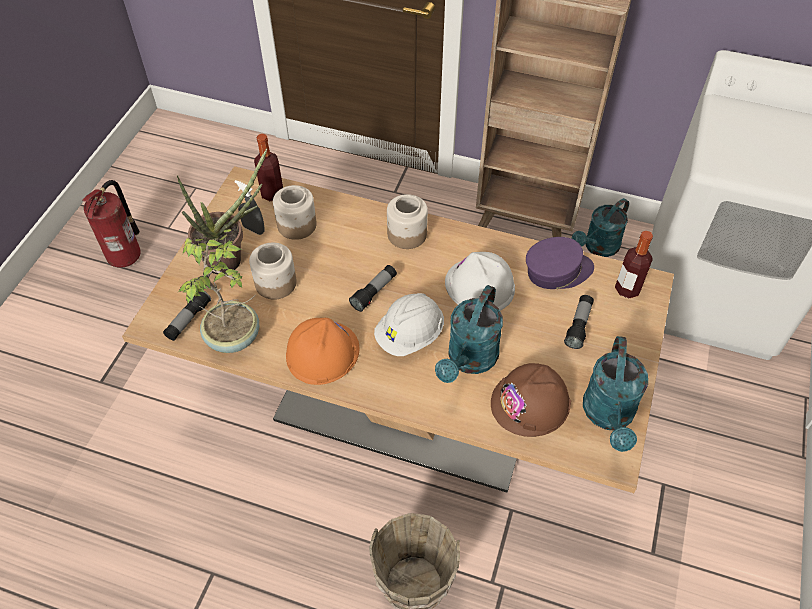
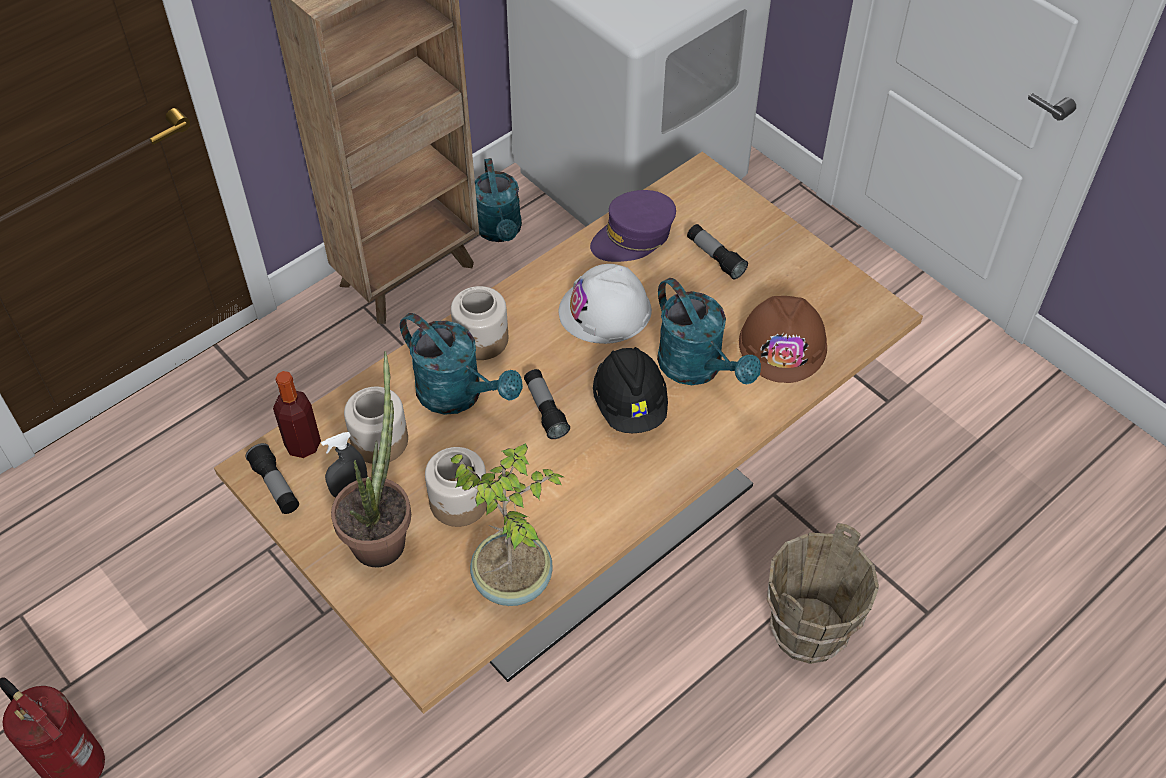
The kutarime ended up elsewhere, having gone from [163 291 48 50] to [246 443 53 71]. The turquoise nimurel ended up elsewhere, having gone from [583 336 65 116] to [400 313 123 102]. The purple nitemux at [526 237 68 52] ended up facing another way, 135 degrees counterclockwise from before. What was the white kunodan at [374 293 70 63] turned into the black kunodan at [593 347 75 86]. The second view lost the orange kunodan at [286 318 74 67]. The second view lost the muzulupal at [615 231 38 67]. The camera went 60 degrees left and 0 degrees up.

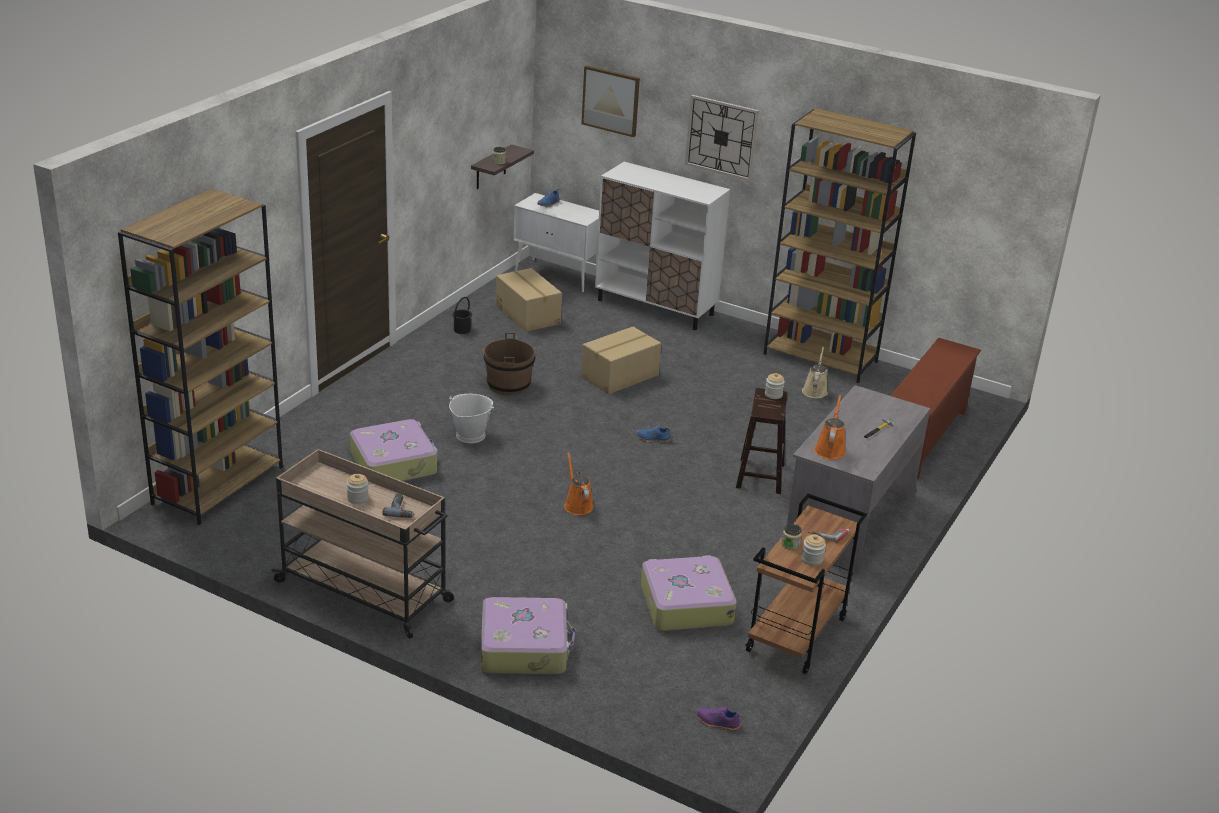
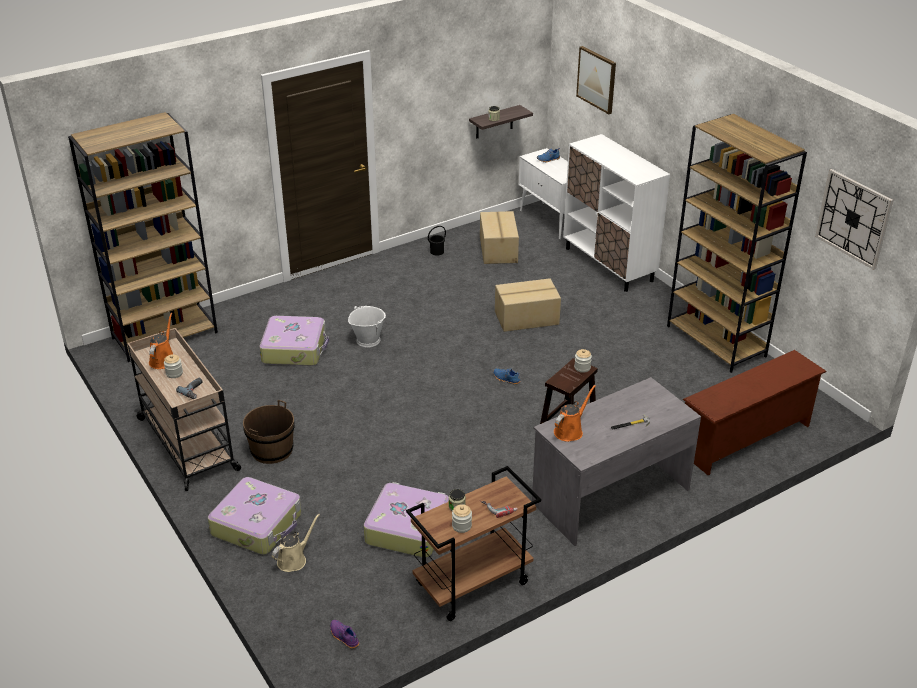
The orange nimurel ended up elsewhere, having gone from [564 453 30 62] to [149 313 24 56]. The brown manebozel ended up elsewhere, having gone from [484 332 51 64] to [243 400 52 64]. The beige nimurel ended up elsewhere, having gone from [802 347 26 51] to [272 514 48 58]. The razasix ended up elsewhere, having gone from [685 95 74 86] to [815 169 78 101]. The camera went 30 degrees right and 5 degrees up.

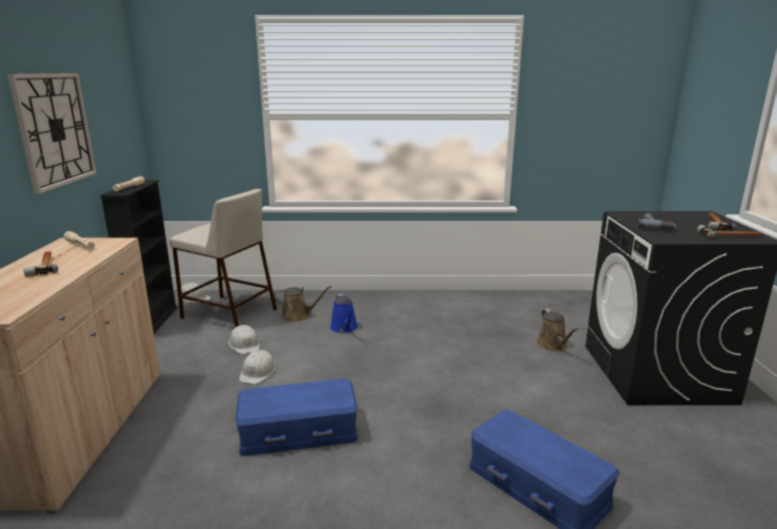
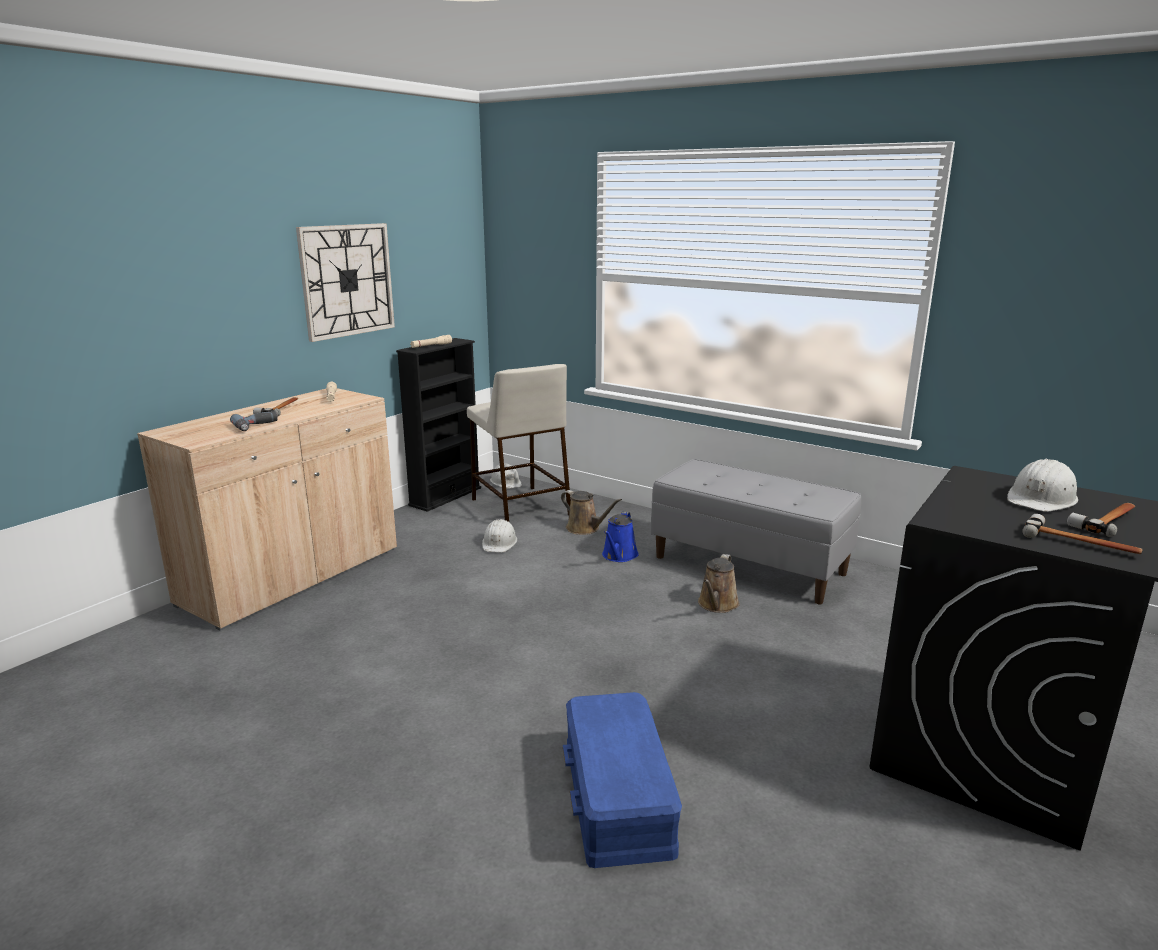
The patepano ended up elsewhere, having gone from [638 213 38 17] to [230 411 48 20]. The second view gained the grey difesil at [651 459 210 145]. The brown nimurel ended up elsewhere, having gone from [536 309 42 42] to [698 554 42 59]. The white kunodan ended up elsewhere, having gone from [239 350 37 34] to [1007 458 71 54]. The second view lost the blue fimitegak at [235 379 123 77]. The camera went 35 degrees right and 0 degrees up.

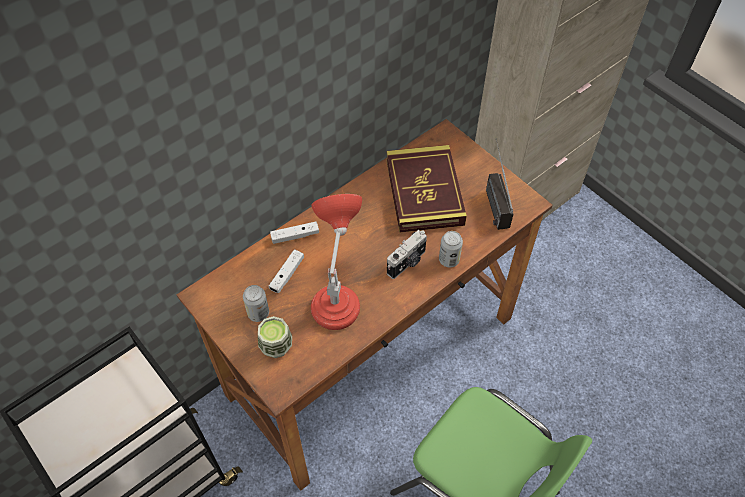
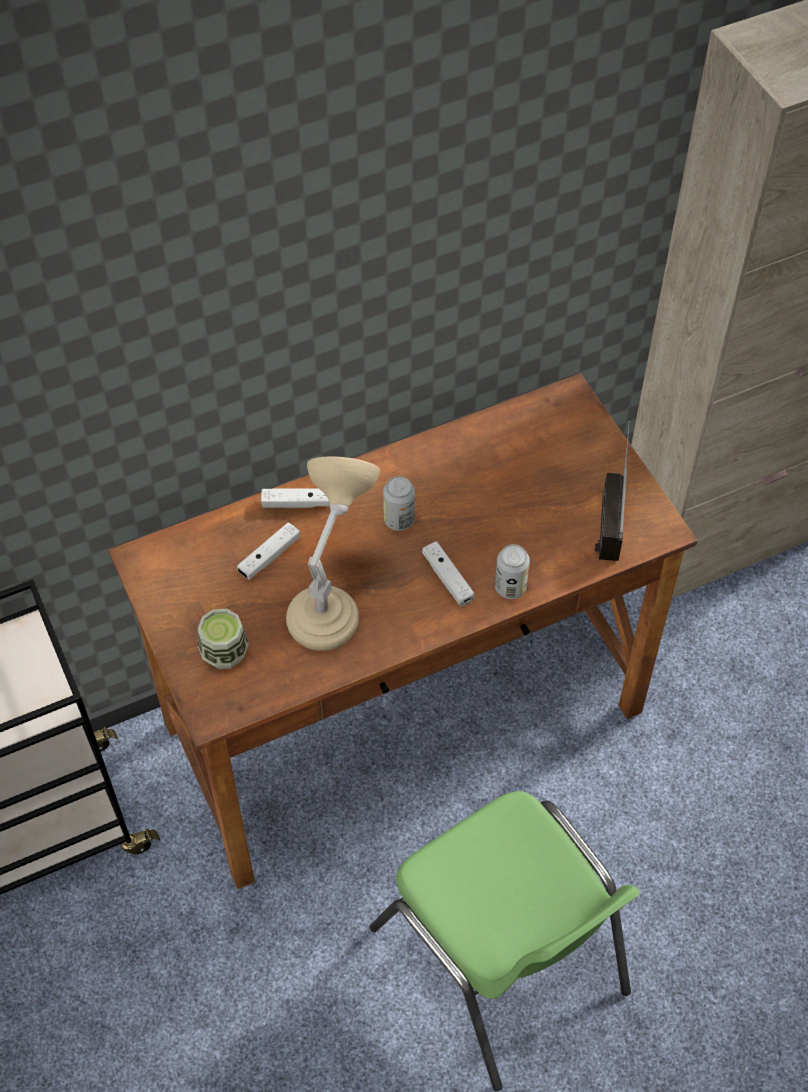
What was the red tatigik at [311 194 51 136] turned into the beige tatigik at [286 457 94 194]. The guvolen ended up elsewhere, having gone from [243 285 26 37] to [383 476 32 55]. Where the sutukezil stood at [387 230 40 49], the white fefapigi came to stand at [422 541 53 65]. The second view lost the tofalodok at [386 145 81 88]. The camera went 15 degrees right and 0 degrees up.

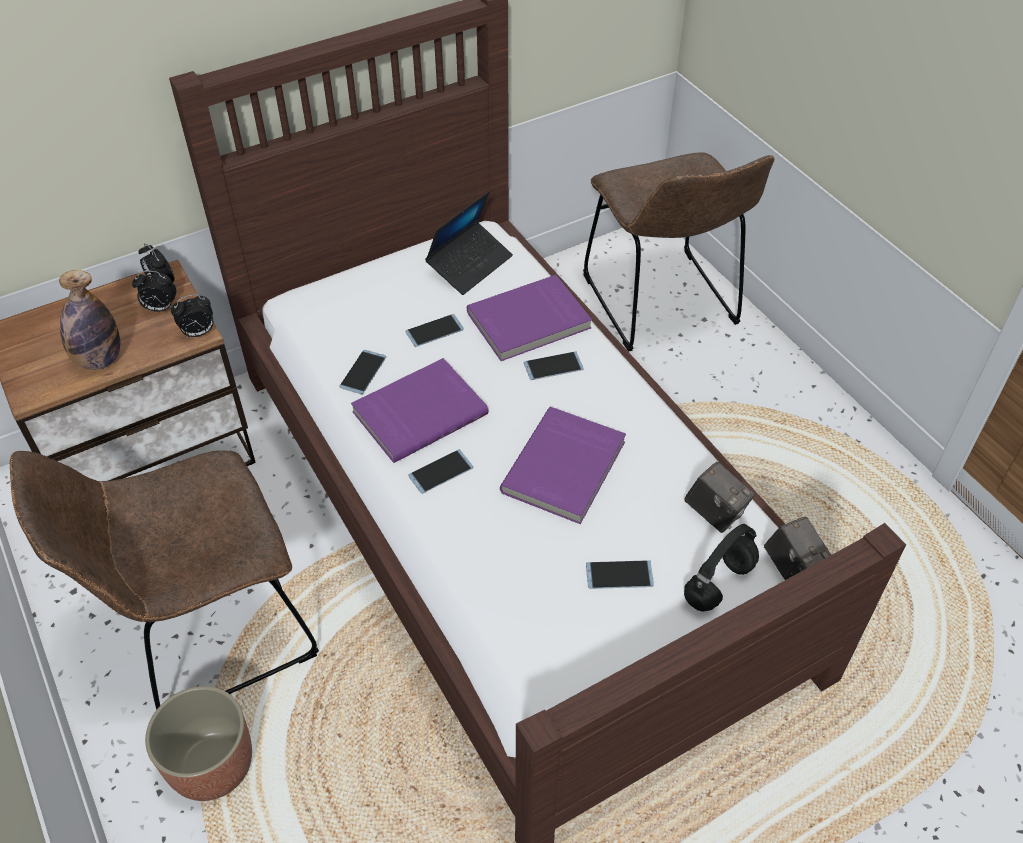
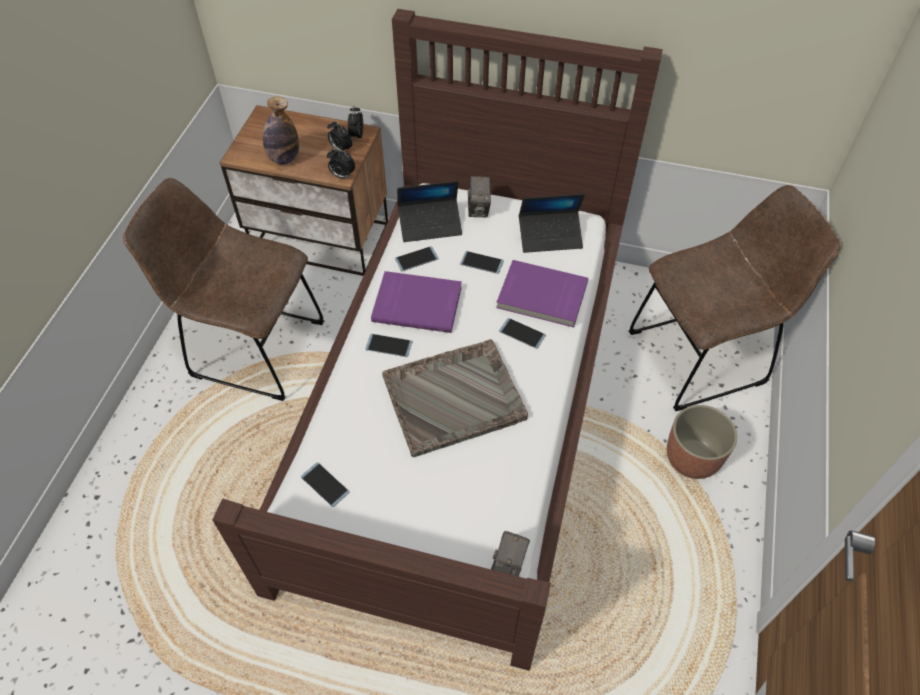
The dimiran ended up elsewhere, having gone from [586 560 68 29] to [301 462 49 45]. Where the purple tofalodok stood at [500 407 126 117], the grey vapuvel came to stand at [382 339 146 118]. The second view gained the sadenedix at [397 181 65 61]. The sutukezil ended up elsewhere, having gone from [684 462 71 71] to [468 176 23 41]. The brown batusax at [583 152 191 200] ended up facing another way, 135 degrees counterclockwise from before. The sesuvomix ended up elsewhere, having gone from [145 686 107 115] to [667 405 70 74]. The second view lost the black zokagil at [684 524 75 87]. The camera went 45 degrees right and 5 degrees up.

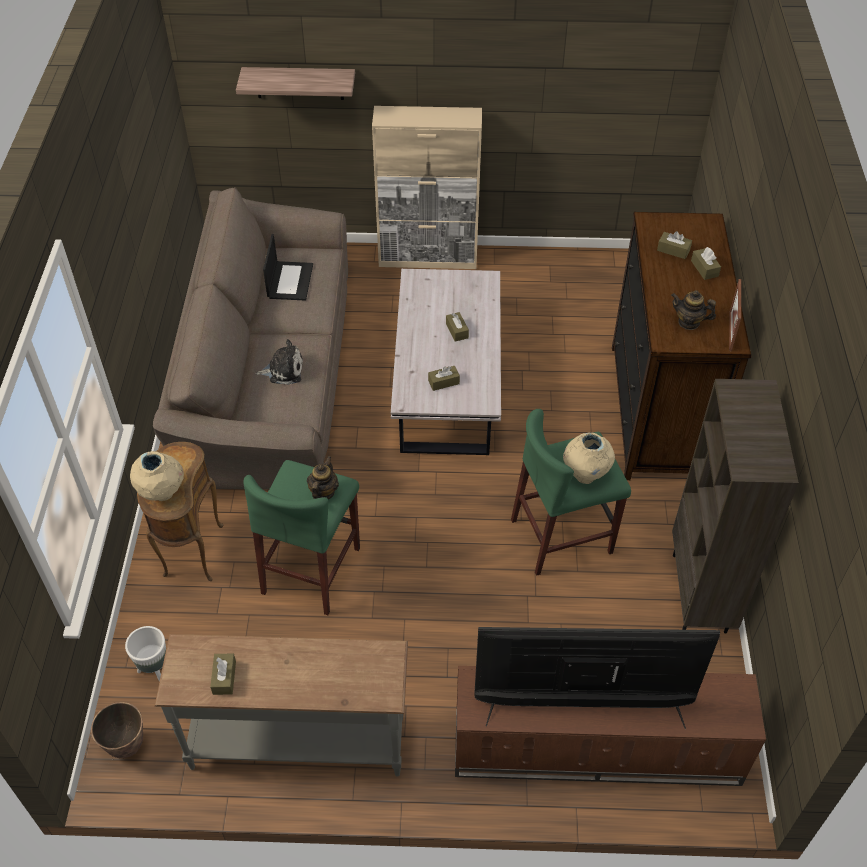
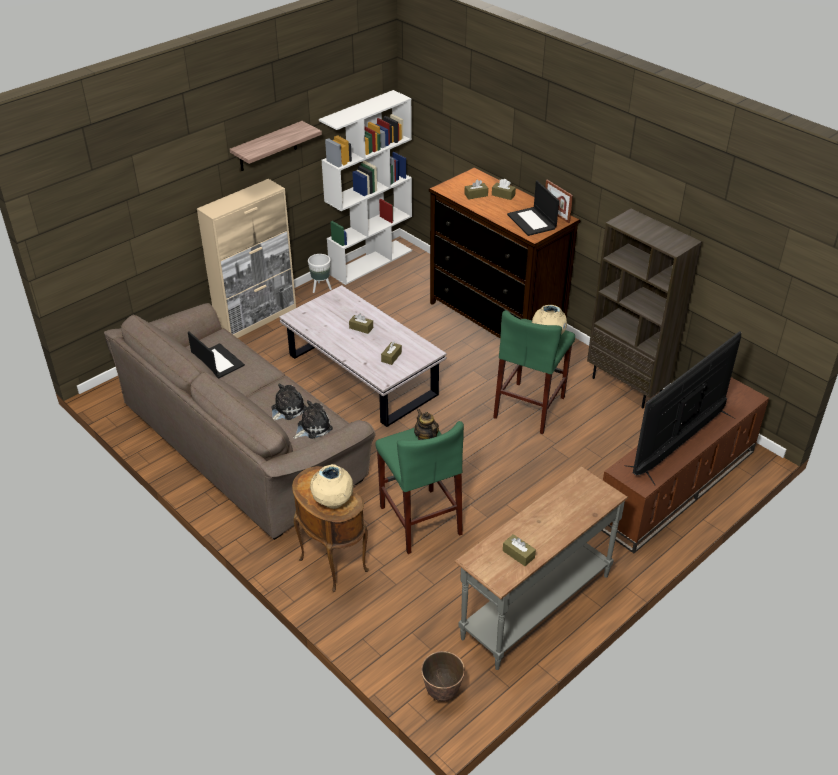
The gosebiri ended up elsewhere, having gone from [236 67 119 33] to [230 121 92 50]. The second view gained the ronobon at [293 400 40 39]. The white sesuvomix ended up elsewhere, having gone from [125 626 41 56] to [308 254 24 39]. The second view gained the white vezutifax at [319 90 93 195]. Where the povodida stood at [671 290 45 40], the sadenedix came to stand at [507 180 52 56]. The camera went 45 degrees left and 10 degrees down.

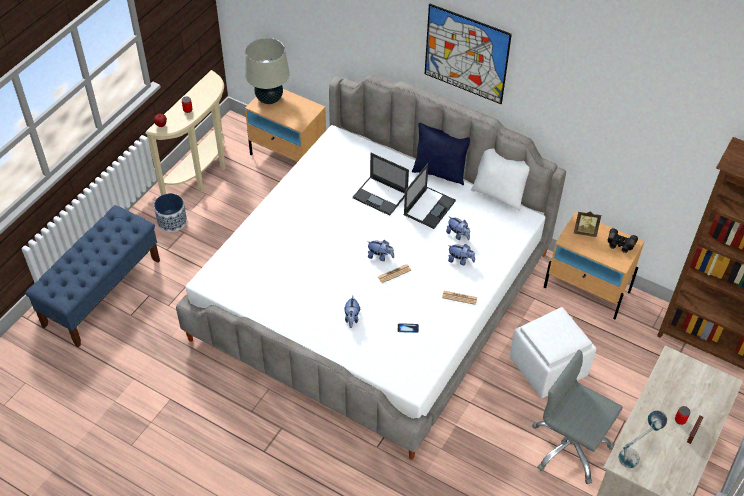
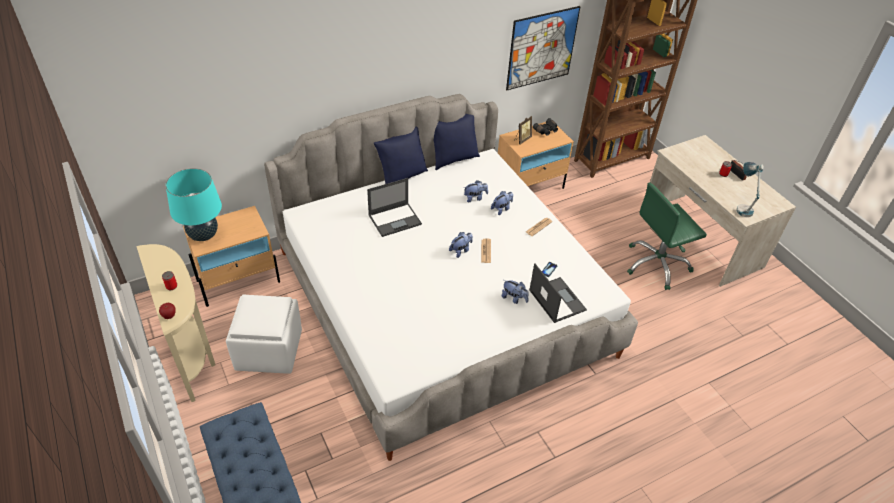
What was the beige tatigik at [245 38 45 66] turned into the turquoise tatigik at [165 168 57 73]. The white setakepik ended up elsewhere, having gone from [510 307 87 91] to [226 294 76 80]. What was the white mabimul at [471 149 58 62] turned into the blue mabimul at [434 114 46 56]. The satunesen ended up elsewhere, having gone from [425 4 87 100] to [506 6 75 84]. The sadenedix ended up elsewhere, having gone from [403 163 53 66] to [529 263 58 60]. What was the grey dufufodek at [532 349 91 135] turned into the green dufufodek at [627 183 80 107]. The second view lost the sesuvomix at [154 193 33 39]. The camera went 60 degrees left and 5 degrees down.

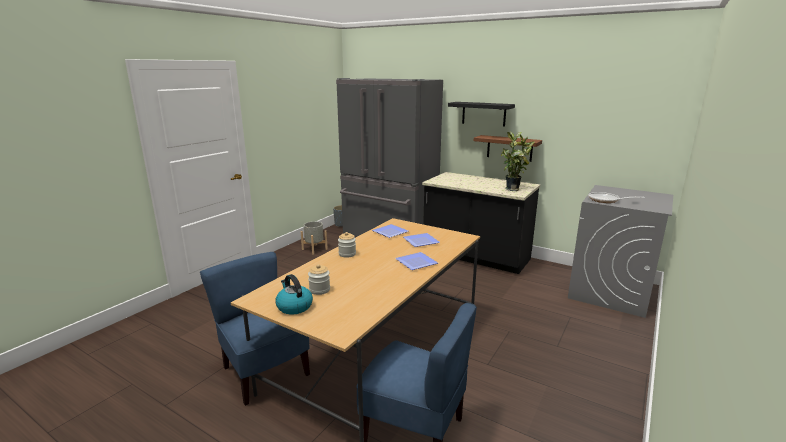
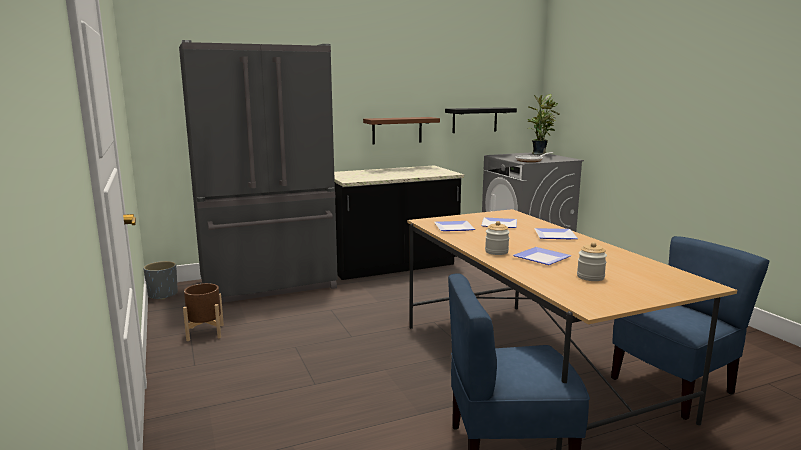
What was the grey sesuvomix at [301 221 27 34] turned into the brown sesuvomix at [183 283 41 58]. The black gosebiri ended up elsewhere, having gone from [448 102 67 25] to [445 107 72 26]. The second view gained the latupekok at [513 247 58 18]. The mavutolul ended up elsewhere, having gone from [501 131 33 60] to [527 94 32 61]. The second view lost the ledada at [275 274 38 40]. The camera went 55 degrees left and 5 degrees down.

